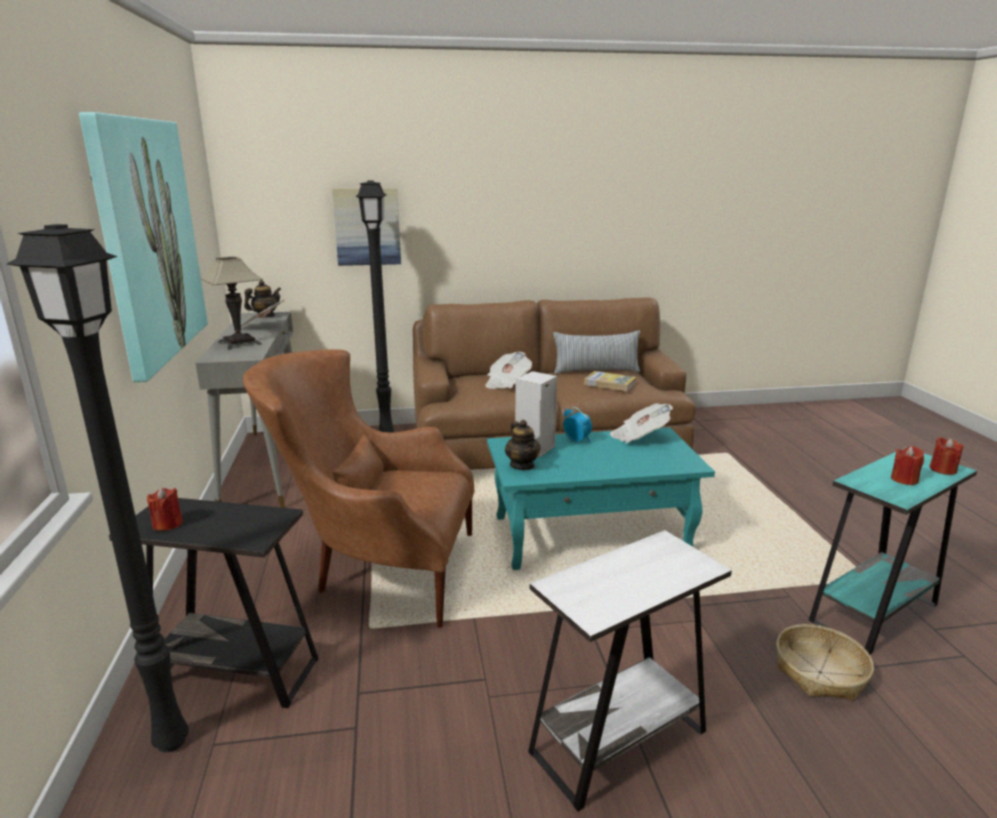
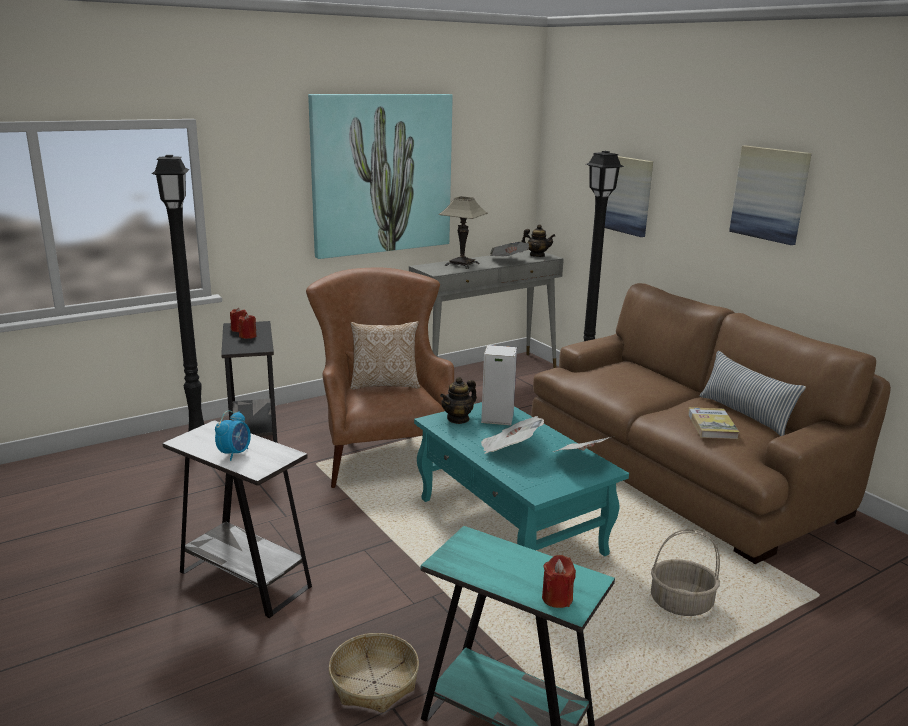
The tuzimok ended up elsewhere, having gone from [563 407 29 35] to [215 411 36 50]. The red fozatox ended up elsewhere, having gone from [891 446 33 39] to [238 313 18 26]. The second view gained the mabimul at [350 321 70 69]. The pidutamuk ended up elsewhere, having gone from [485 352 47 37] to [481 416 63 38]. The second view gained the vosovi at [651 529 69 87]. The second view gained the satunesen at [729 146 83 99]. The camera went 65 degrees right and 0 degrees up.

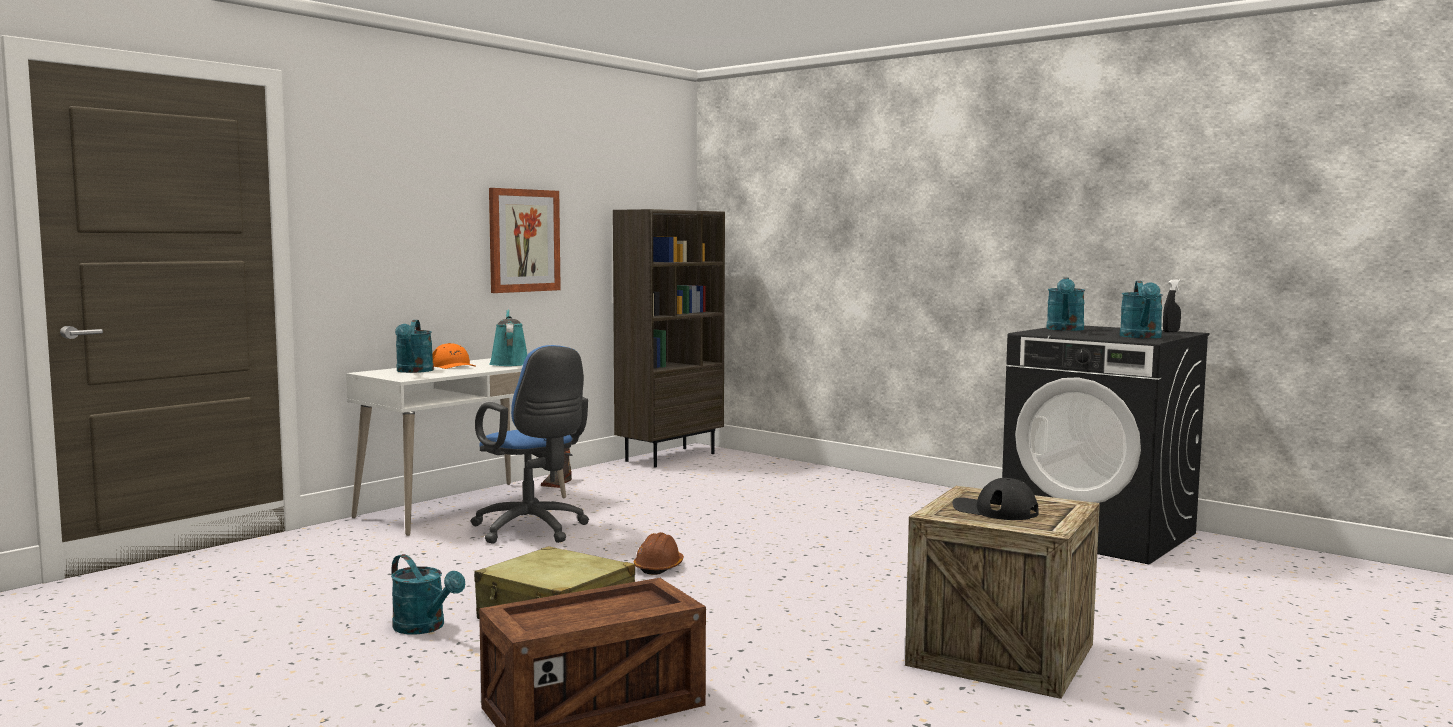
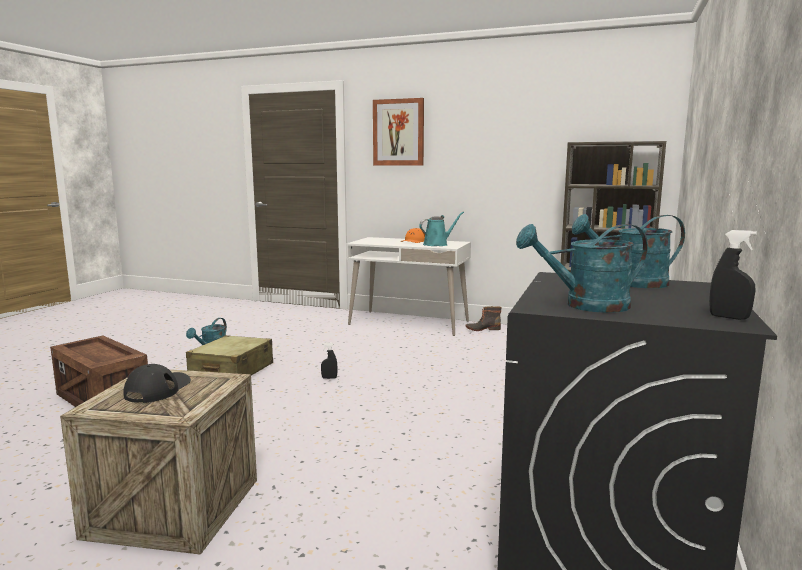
Where the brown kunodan stood at [634 532 50 43], the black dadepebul came to stand at [321 343 16 36]. The satunesen ended up elsewhere, having gone from [489 188 72 105] to [373 98 51 67]. The second view lost the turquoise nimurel at [395 320 39 53]. The second view lost the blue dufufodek at [470 345 119 199]. The camera went 70 degrees right and 5 degrees up.

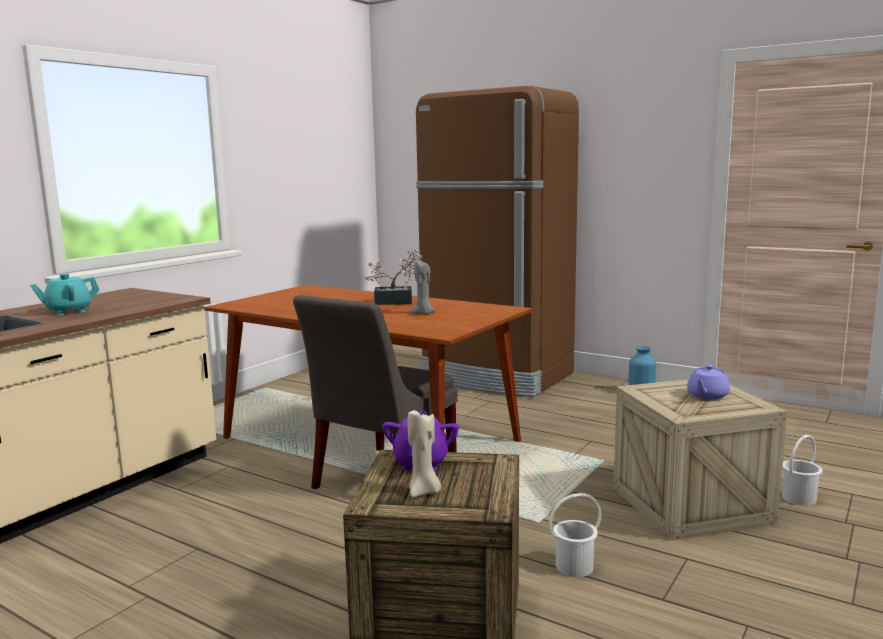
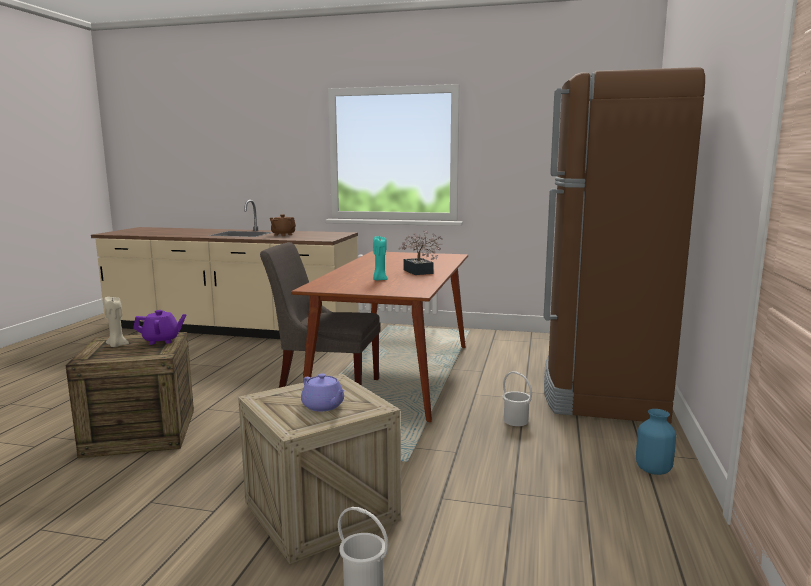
What was the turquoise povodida at [30 273 70 42] turned into the brown povodida at [270 214 26 22]. The purple povodida at [687 365 43 35] ended up facing another way, 150 degrees counterclockwise from before. What was the grey fozatox at [411 261 24 53] turned into the turquoise fozatox at [373 236 15 44]. The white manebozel ended up elsewhere, having gone from [549 493 52 84] to [503 371 29 55]. The camera went 70 degrees right and 0 degrees up.

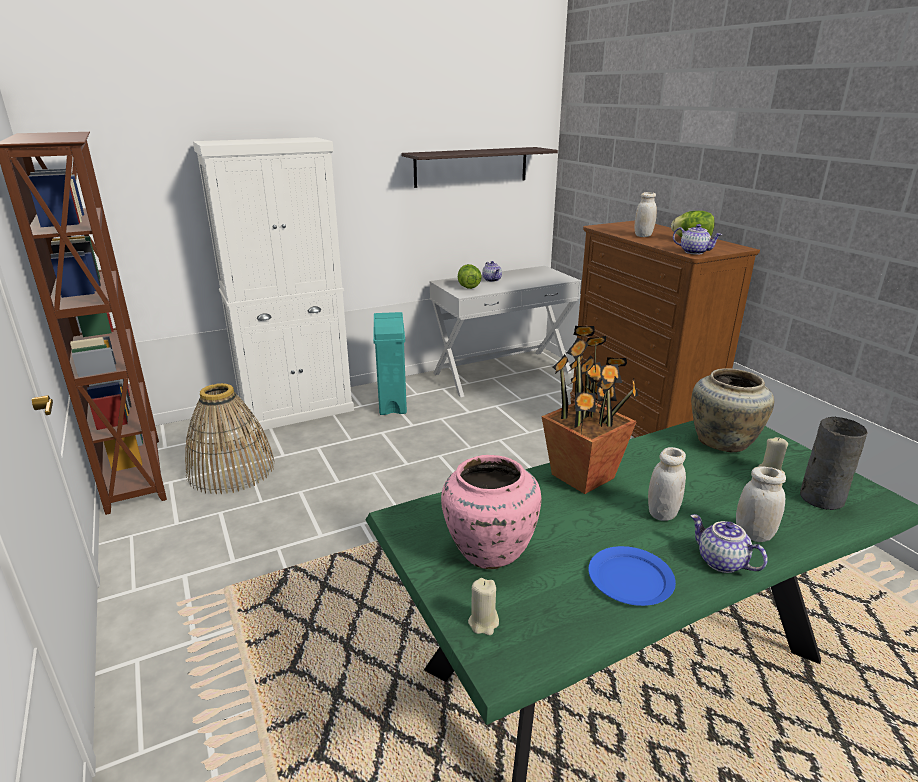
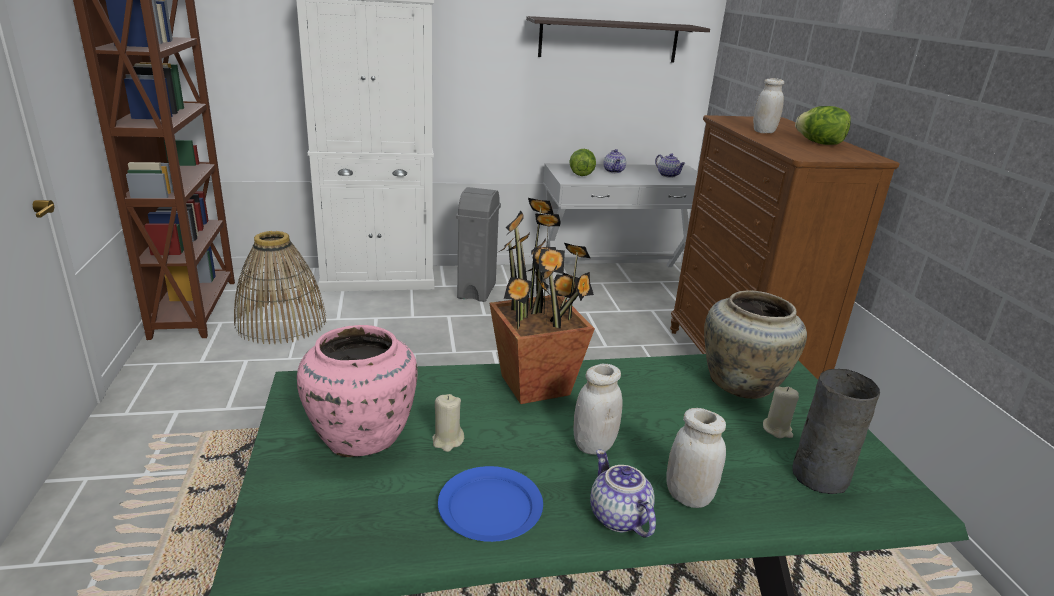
The beige fozatox ended up elsewhere, having gone from [468 578 31 57] to [432 394 32 58]. What was the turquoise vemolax at [373 312 34 103] turned into the grey vemolax at [456 187 45 115]. The povodida ended up elsewhere, having gone from [673 224 49 31] to [655 153 31 25]. The camera went 15 degrees right and 0 degrees up.

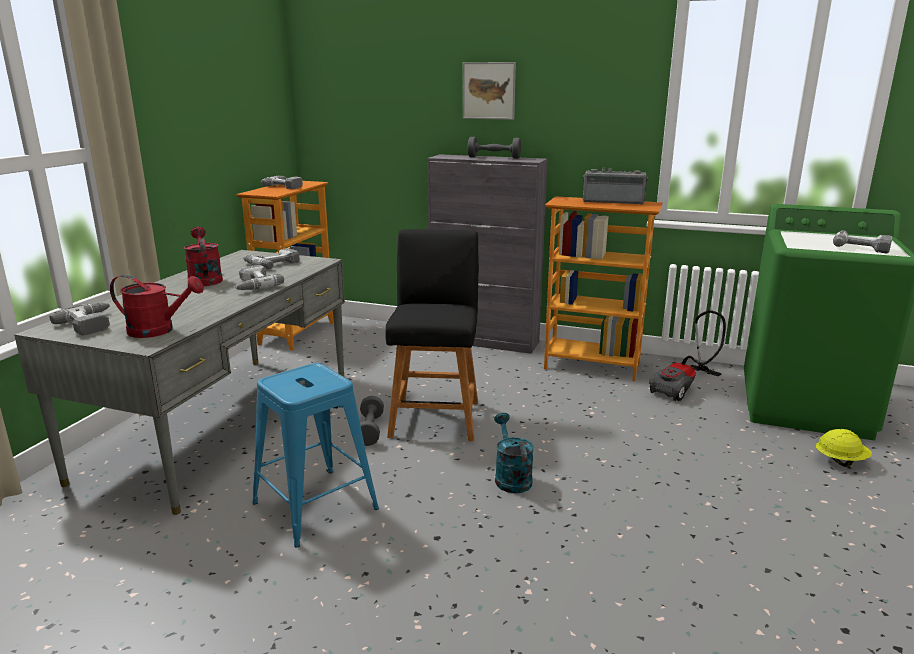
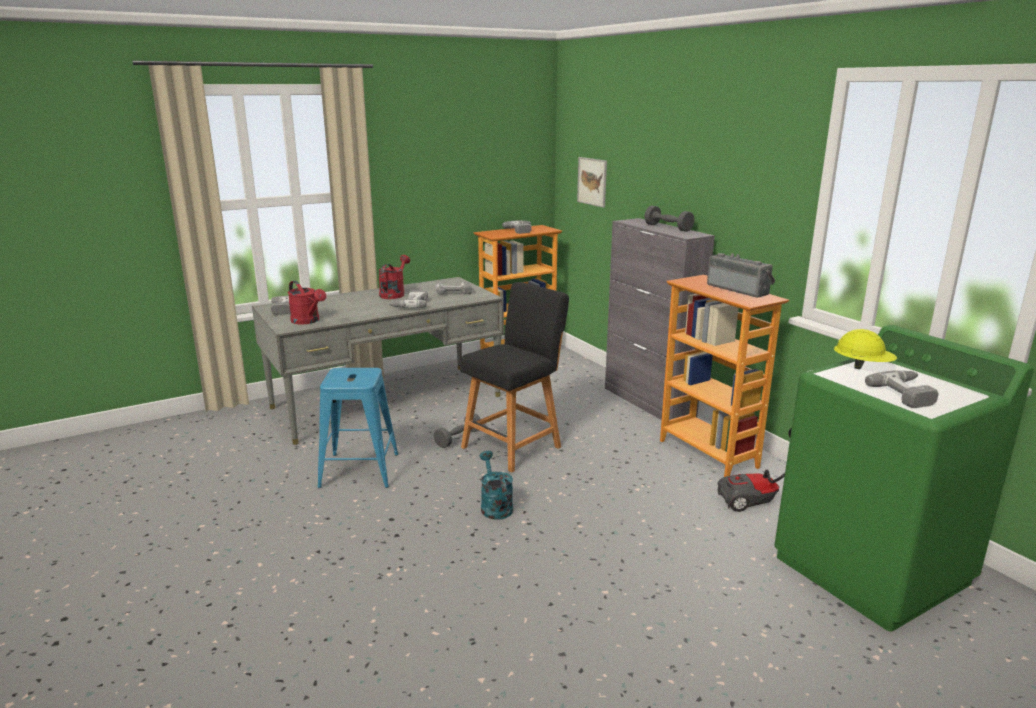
The turquoise nimurel at [494 413 40 80] ended up facing another way, 45 degrees counterclockwise from before. The satunesen ended up elsewhere, having gone from [463 62 53 58] to [577 157 30 51]. The yellow kunodan ended up elsewhere, having gone from [816 429 56 38] to [834 329 63 40]. The camera went 40 degrees right and 0 degrees up.

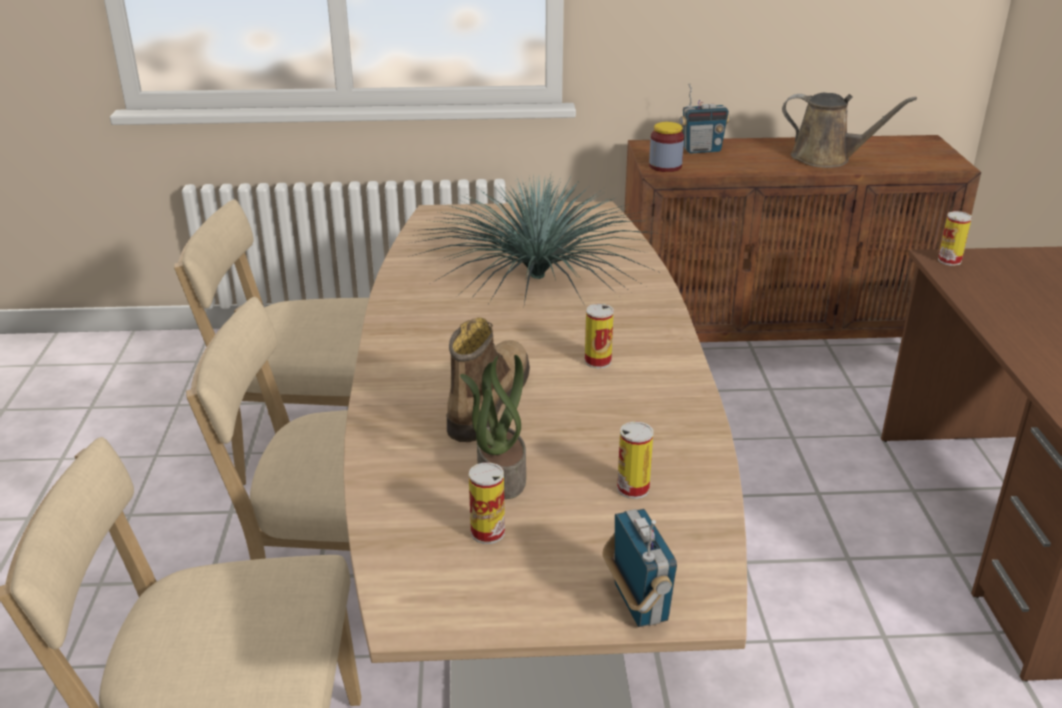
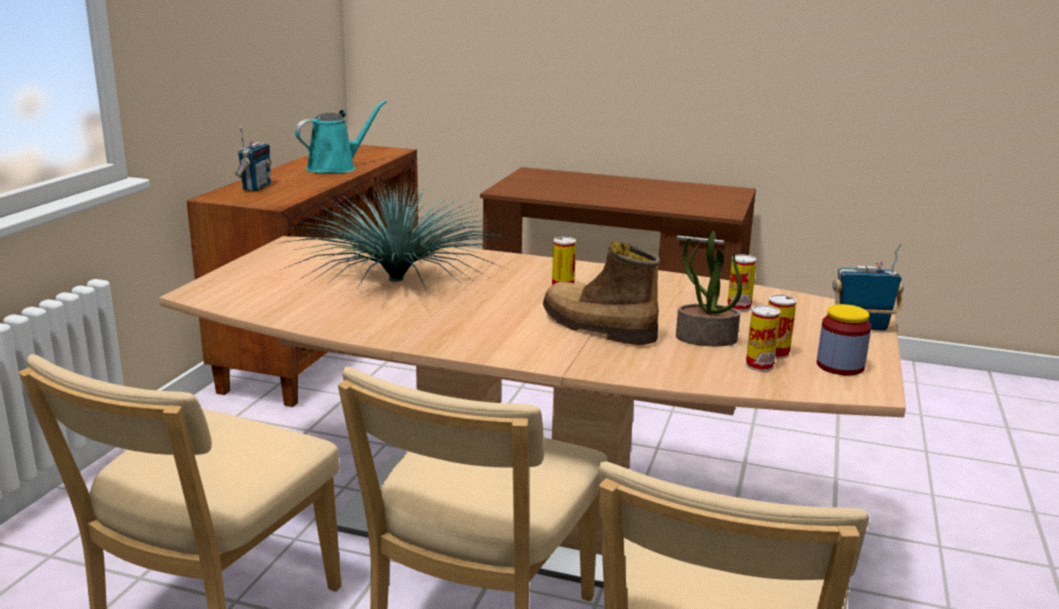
What was the brown nimurel at [782 93 135 75] turned into the turquoise nimurel at [295 100 92 73]. The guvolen ended up elsewhere, having gone from [938 211 34 55] to [746 305 35 66]. The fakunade ended up elsewhere, having gone from [649 122 35 50] to [817 304 54 71]. The camera went 70 degrees left and 10 degrees down.

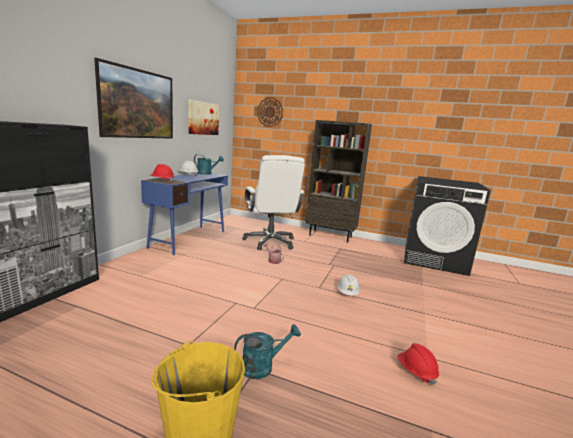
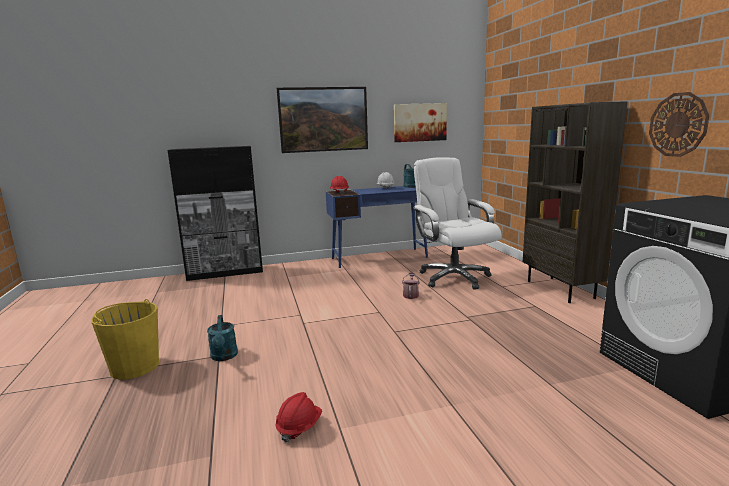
The turquoise nimurel at [234 325 67 54] ended up facing another way, 45 degrees clockwise from before. The white dufufodek at [242 155 63 95] ended up facing another way, 120 degrees clockwise from before. The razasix ended up elsewhere, having gone from [257 97 26 30] to [649 92 60 65]. The second view lost the white kunodan at [338 274 22 21]. The camera went 55 degrees right and 0 degrees up.

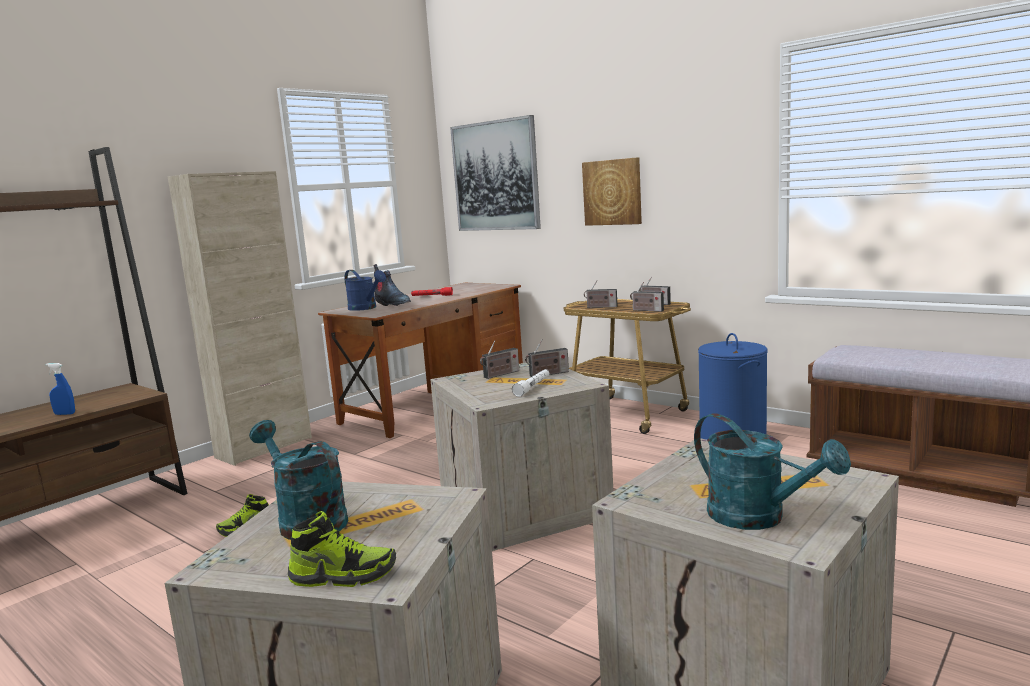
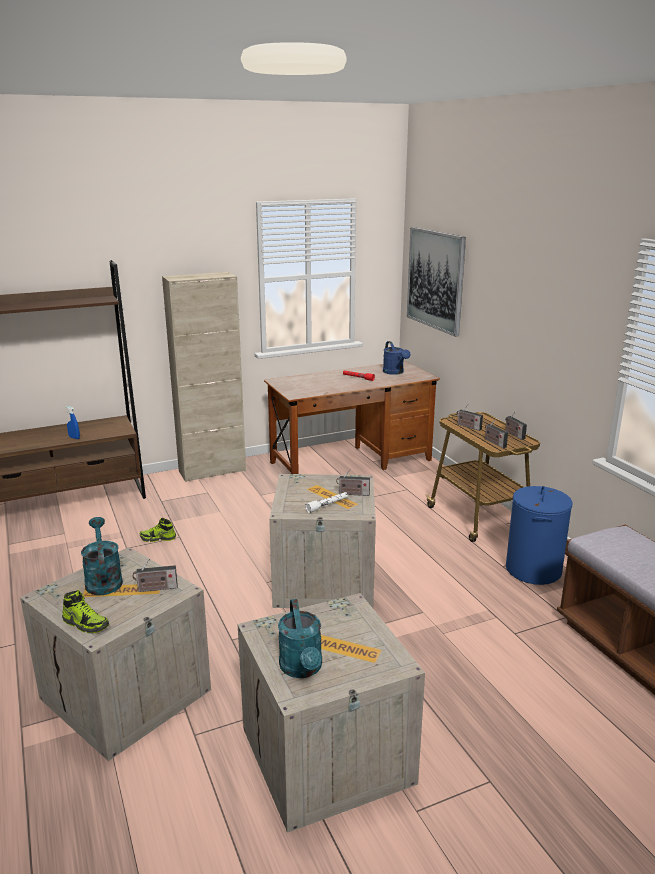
The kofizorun ended up elsewhere, having gone from [480 340 39 39] to [133 559 44 33]. The blue nimurel ended up elsewhere, having gone from [344 270 42 41] to [383 341 27 34]. The second view lost the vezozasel at [373 264 38 42]. The second view lost the satunesen at [582 157 60 69]. The camera went 25 degrees right and 10 degrees up.

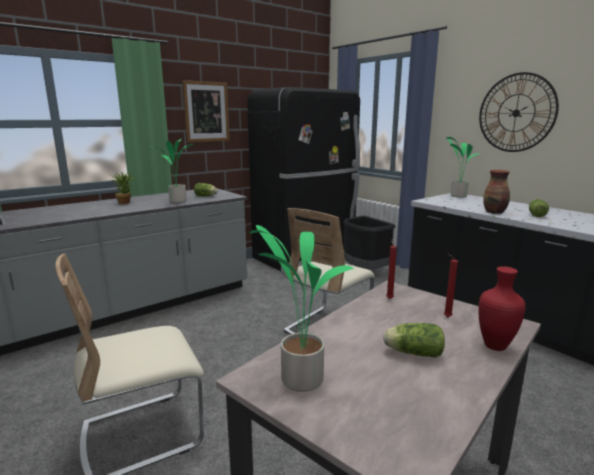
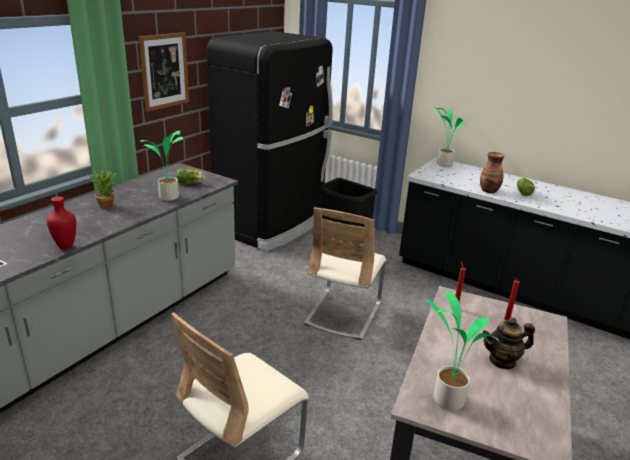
The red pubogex ended up elsewhere, having gone from [478 266 48 85] to [47 196 29 53]. Where the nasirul stood at [383 323 62 35], the povodida came to stand at [483 318 52 52]. The second view lost the razasix at [479 72 80 80]. The camera went 20 degrees left and 10 degrees up.

